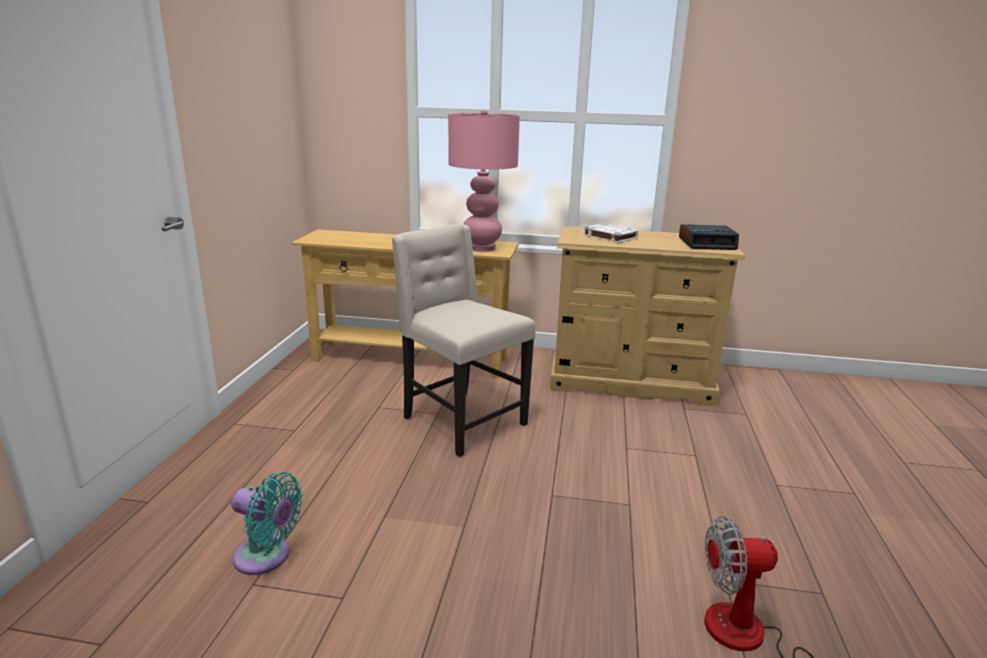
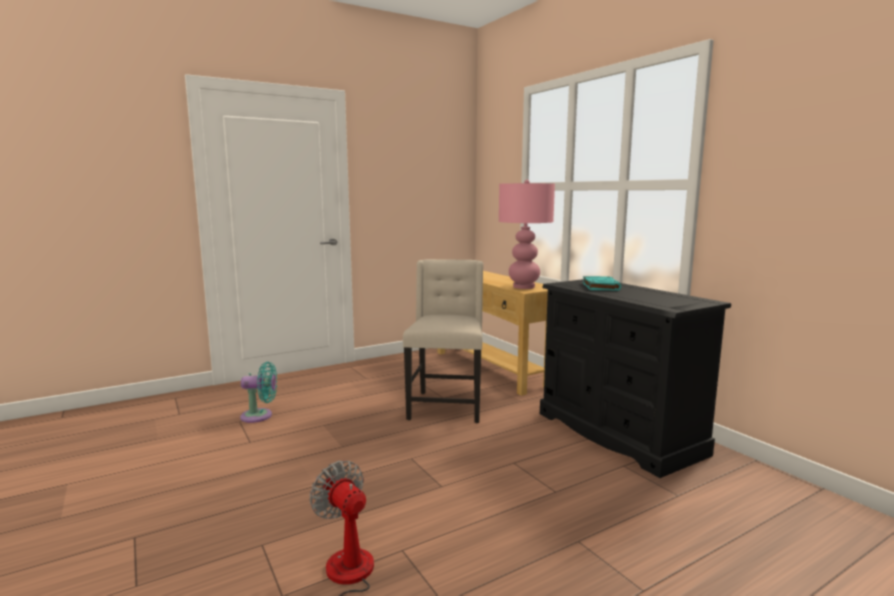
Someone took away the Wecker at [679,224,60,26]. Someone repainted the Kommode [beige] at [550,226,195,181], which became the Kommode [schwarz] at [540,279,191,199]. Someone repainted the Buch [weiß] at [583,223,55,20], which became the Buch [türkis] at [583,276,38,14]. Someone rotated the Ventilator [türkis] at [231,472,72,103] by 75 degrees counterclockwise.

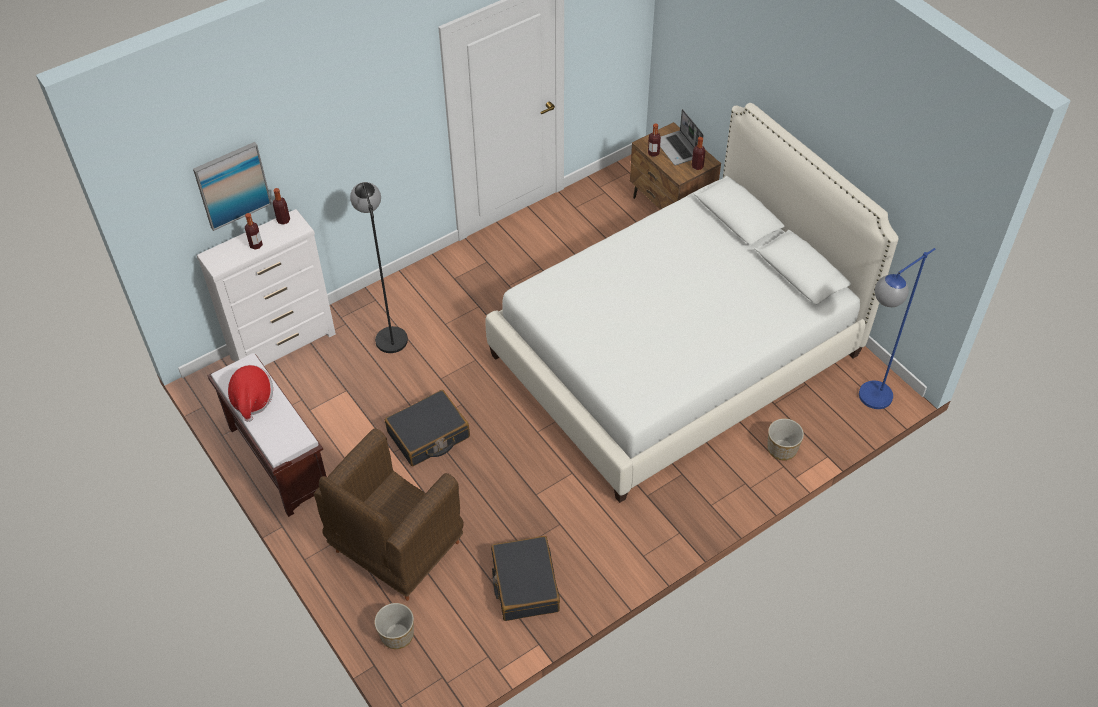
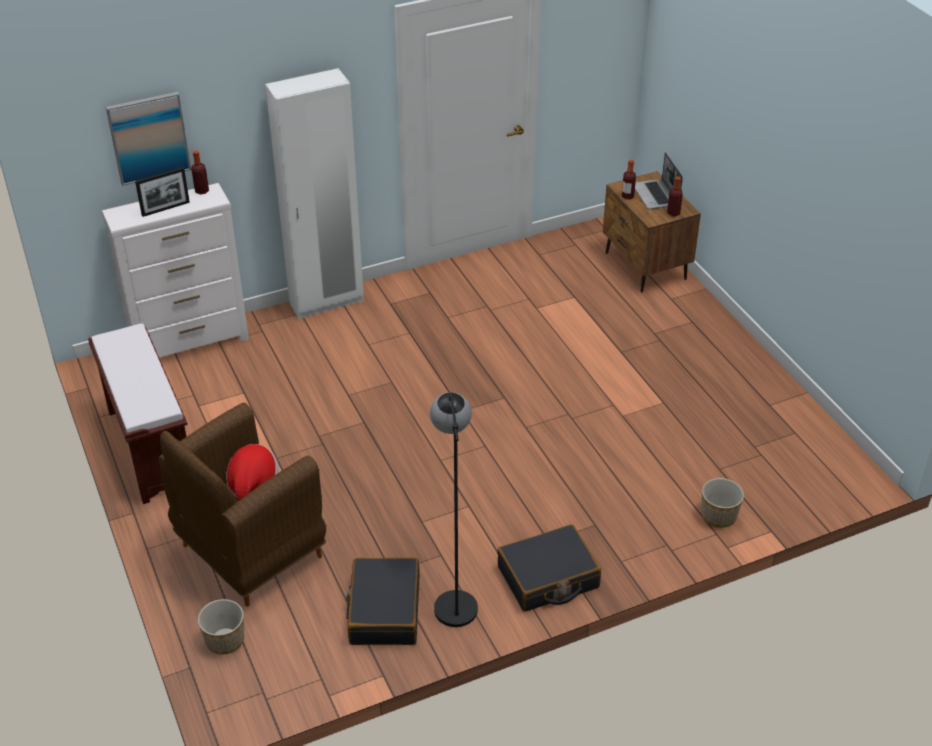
Someone took away the Bett [weiß] at [485,103,414,400]. Someone took away the Stehlampe [blau] at [859,248,76,161]. Someone put down the Kleiderschrank [weiß] at [265,68,99,251]. Someone carried the Hut from [228,365,45,57] to [226,444,53,57]. Someone carried the Stehlampe [schwarz] from [350,182,58,171] to [430,392,48,235]. Someone carried the Koffer [schwarz] from [385,390,85,76] to [497,524,104,88]. Someone swapped the Flasche at [245,213,18,37] for the Bilderrahmen at [135,167,55,50].

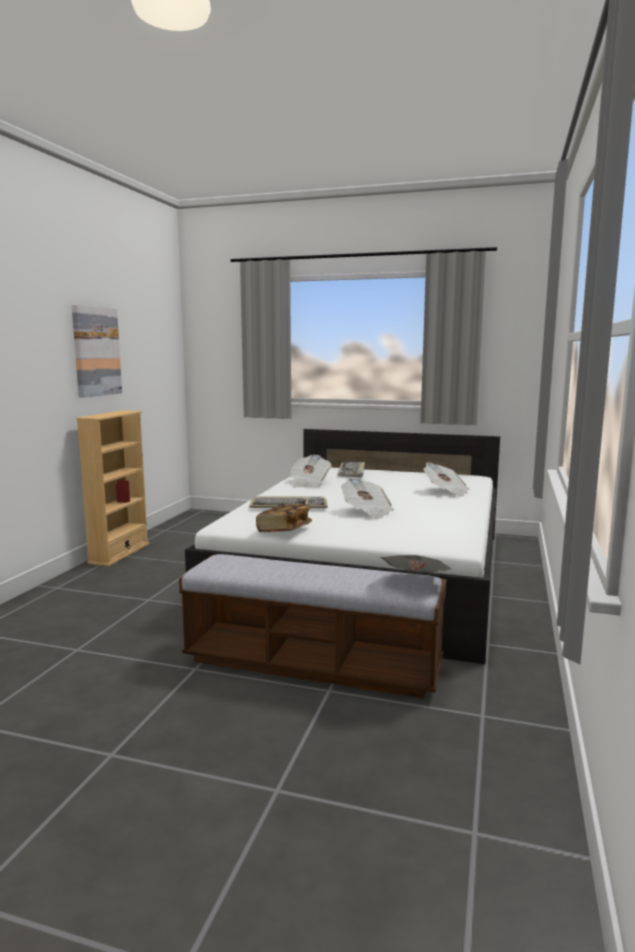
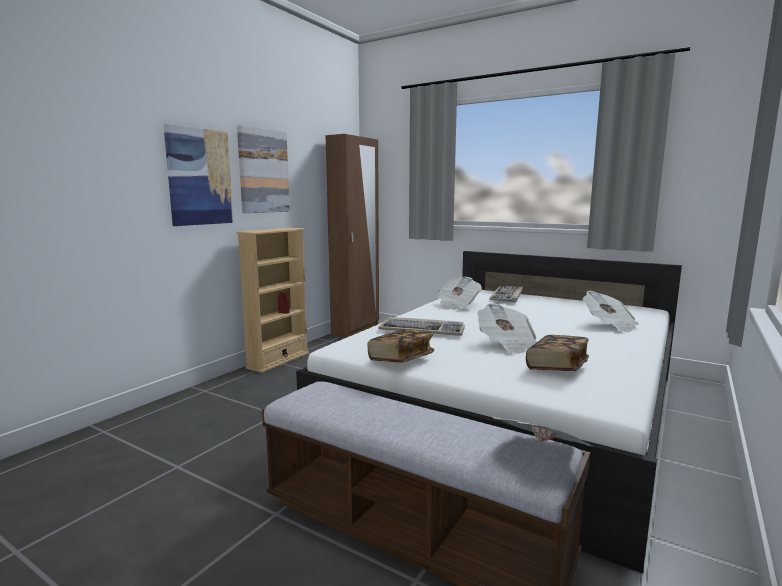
Someone put up the Bild at [163,124,71,102]. Someone put down the Kleiderschrank [braun] at [326,134,53,204]. Someone put down the Buch at [526,335,63,36].

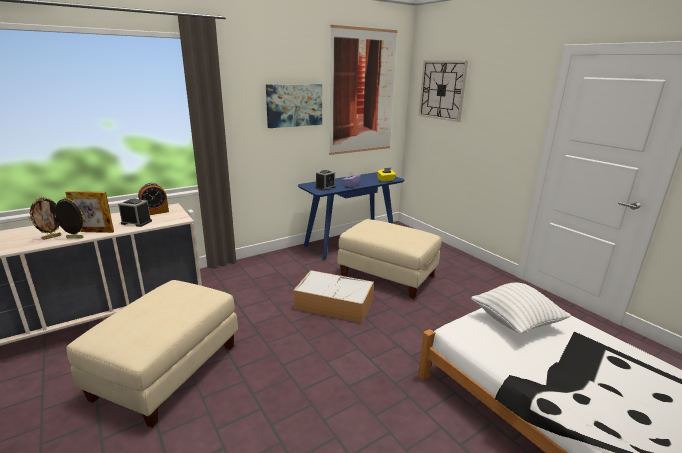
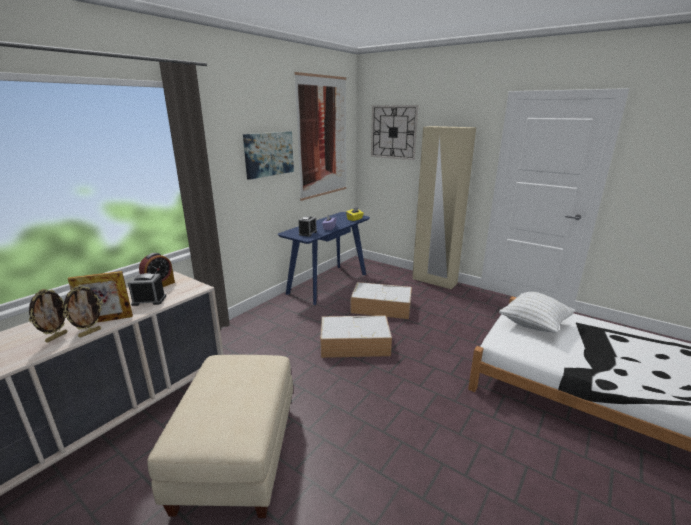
Someone put down the Kleiderschrank [beige] at [413,126,63,163]. Someone swapped the Polsterhocker [beige] at [337,219,105,80] for the Aufbewahrungsbox at [351,282,61,37]. Someone rotated the Bilderrahmen at [55,197,30,42] by 150 degrees clockwise.

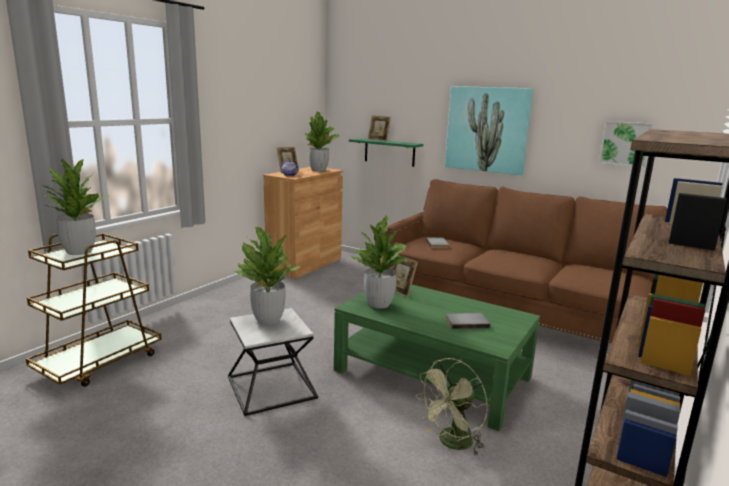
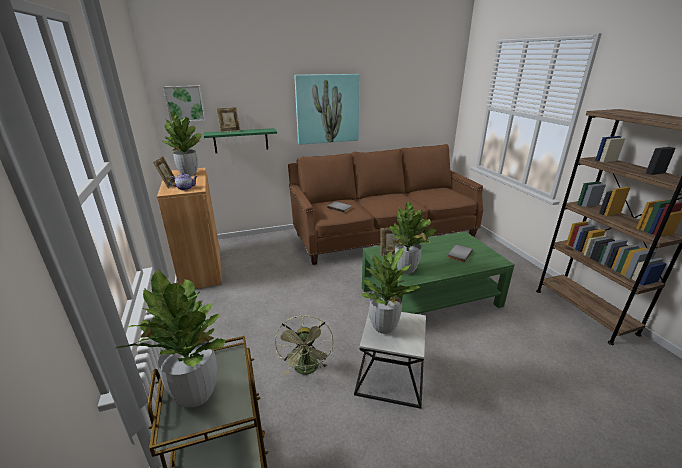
Someone carried the Ventilator [grün] from [416,358,72,98] to [275,315,59,60]. Someone carried the Bild from [599,121,54,47] to [163,86,43,36].

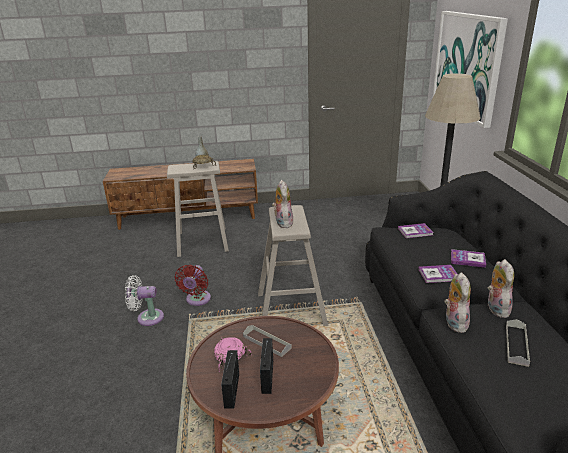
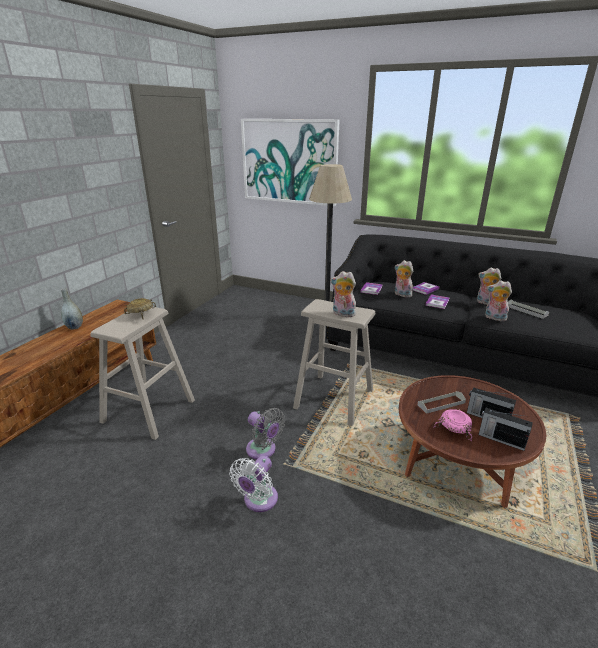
Someone put down the Plüschtier at [395,260,18,38]. Someone repainted the Ventilator [rot] at [175,265,36,41], which became the Ventilator [grau] at [246,408,39,51].

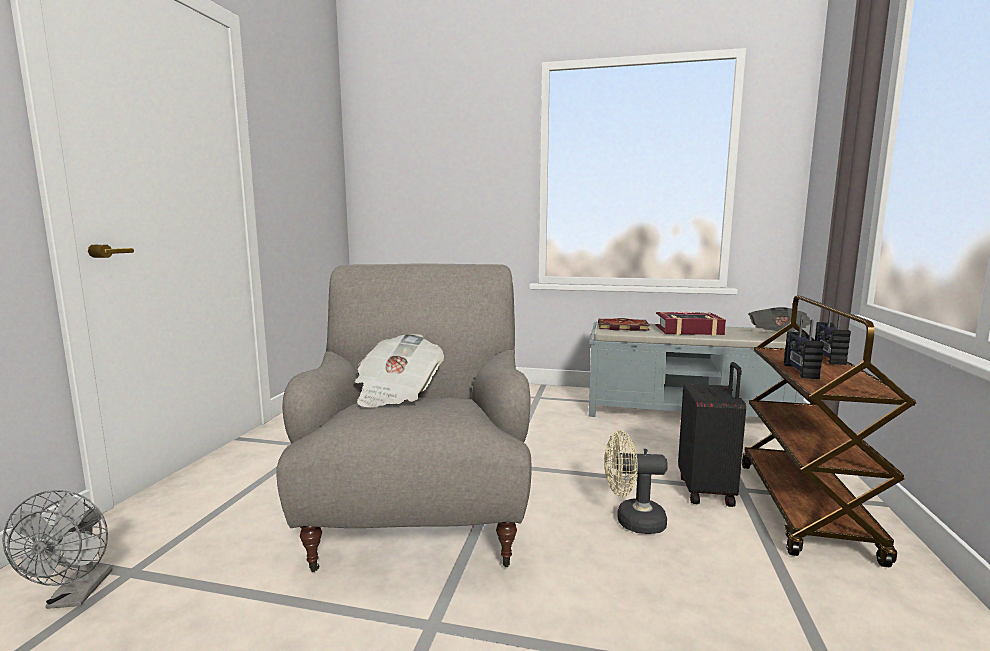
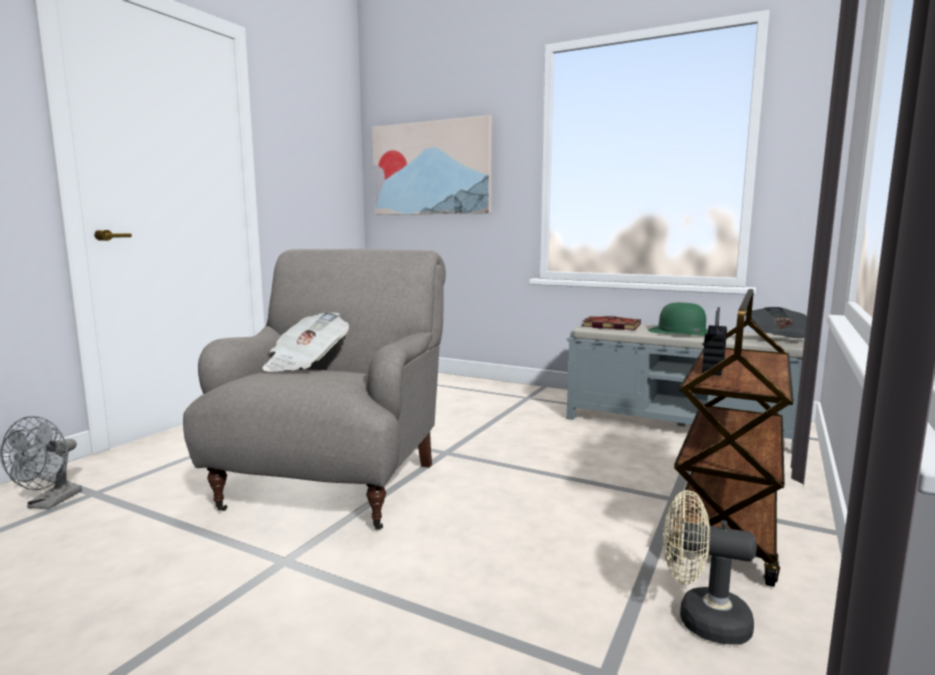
Someone took away the Koffer [schwarz] at [678,362,68,145]. Someone took away the Radio at [815,311,36,54]. Someone put up the Bild at [372,115,120,100]. Someone carried the Ventilator [beige] from [604,431,64,103] to [663,490,94,155]. Someone swapped the Buch at [655,311,71,25] for the Hut [grün] at [648,303,60,33].

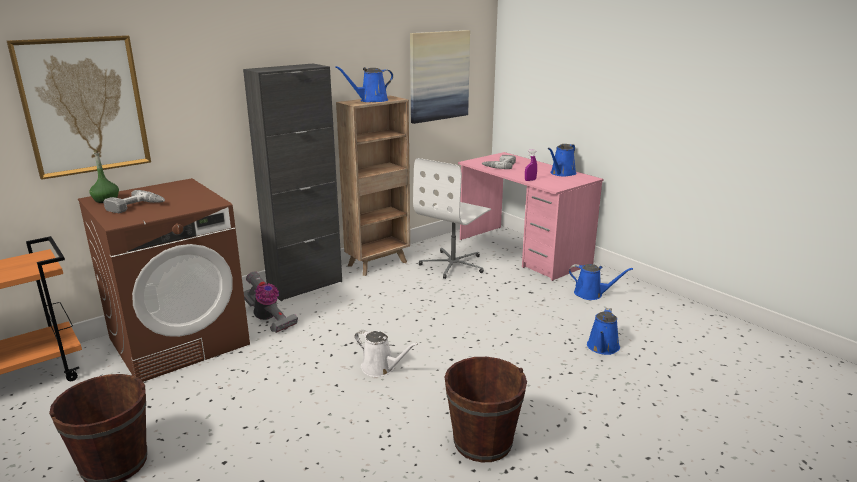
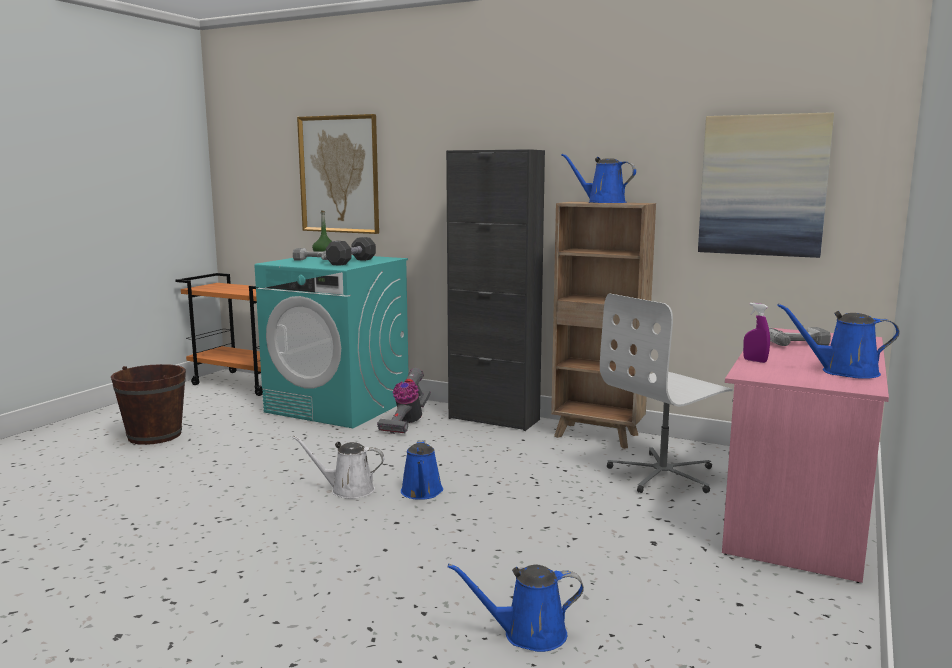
Someone took away the Eimer [braun] at [444,357,83,105]. Someone put down the Hantel [schwarz] at [326,237,50,29]. Someone carried the Gießkanne [blau] from [569,264,64,36] to [401,440,42,60]. Someone repainted the Waschmaschine [braun] at [78,178,172,204], which became the Waschmaschine [türkis] at [255,255,153,173]. Someone rotated the Gießkanne [weiß] at [355,330,63,47] by 90 degrees clockwise. Someone rotated the Bürostuhl [weiß] at [413,158,78,121] by 45 degrees counterclockwise.

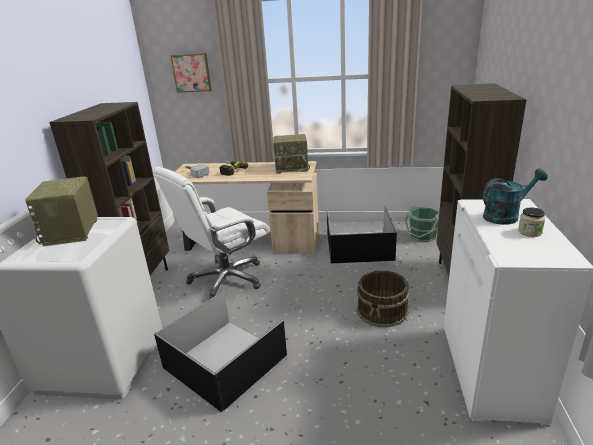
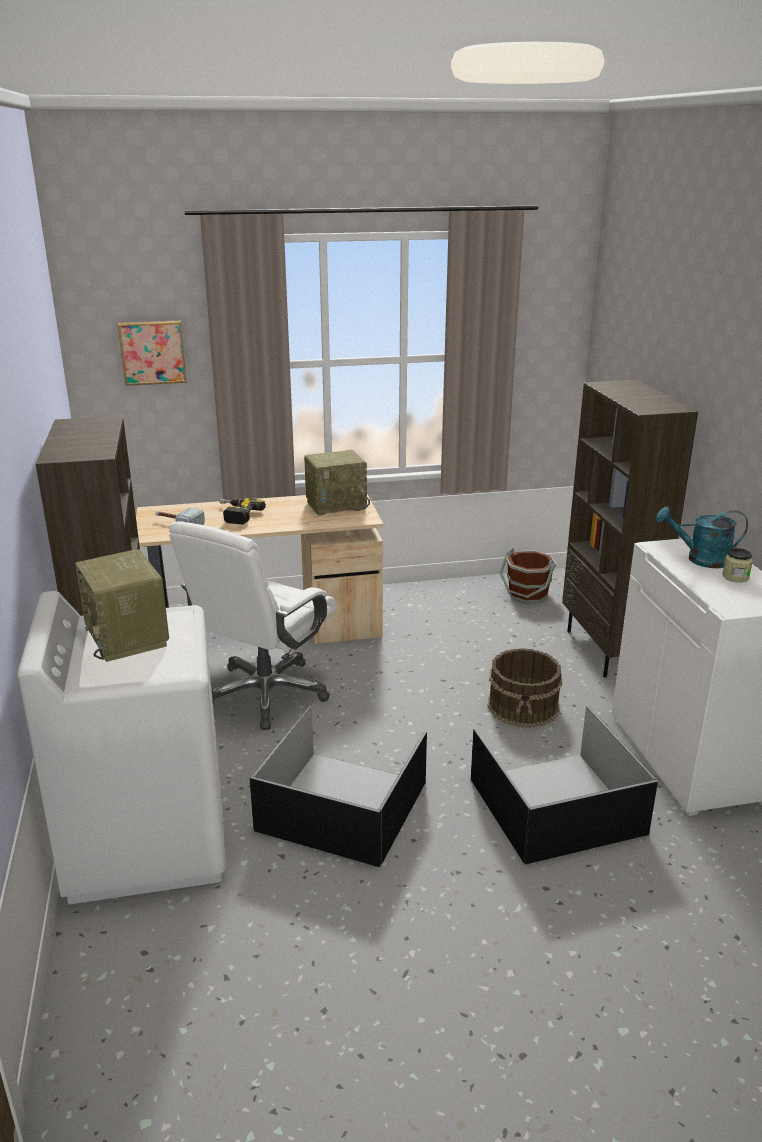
Someone carried the Aufbewahrungsbox [schwarz] from [327,206,70,58] to [471,706,187,159]. Someone repainted the Eimer [grün] at [405,204,34,38], which became the Eimer [braun] at [499,548,57,55]. Someone rotated the Gießkanne [türkis] at [483,169,65,56] by 135 degrees counterclockwise.

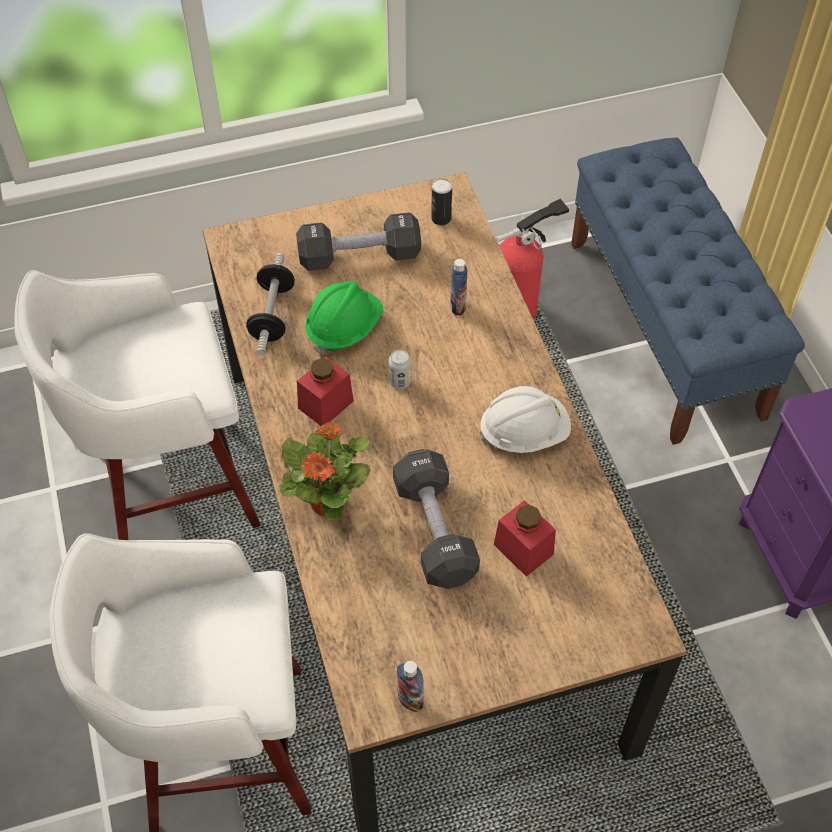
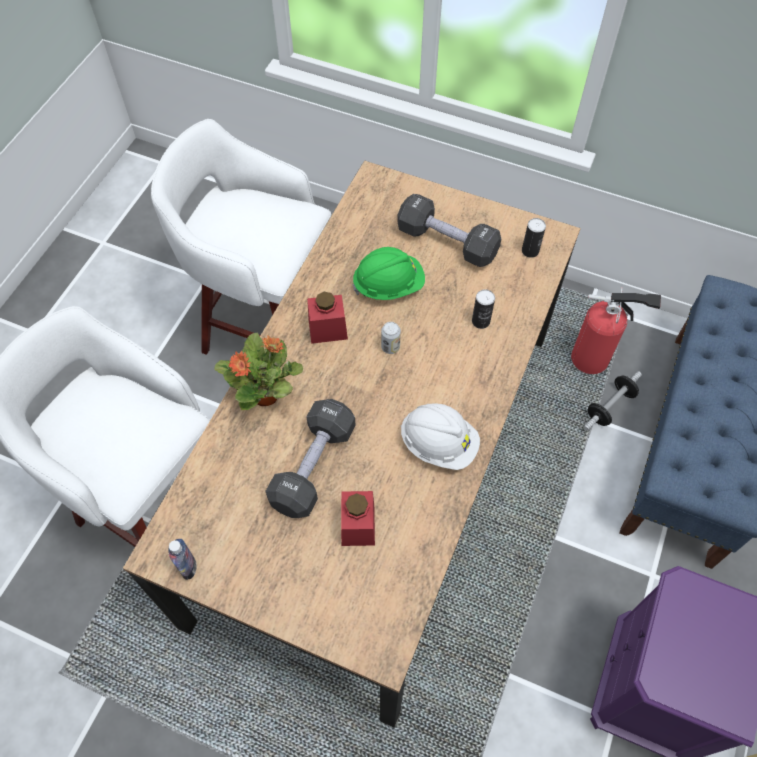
Someone carried the Hantel from [246,253,49,102] to [584,371,58,60]. Someone swapped the Flasche at [450,259,18,56] for the Dose at [472,289,23,40].

